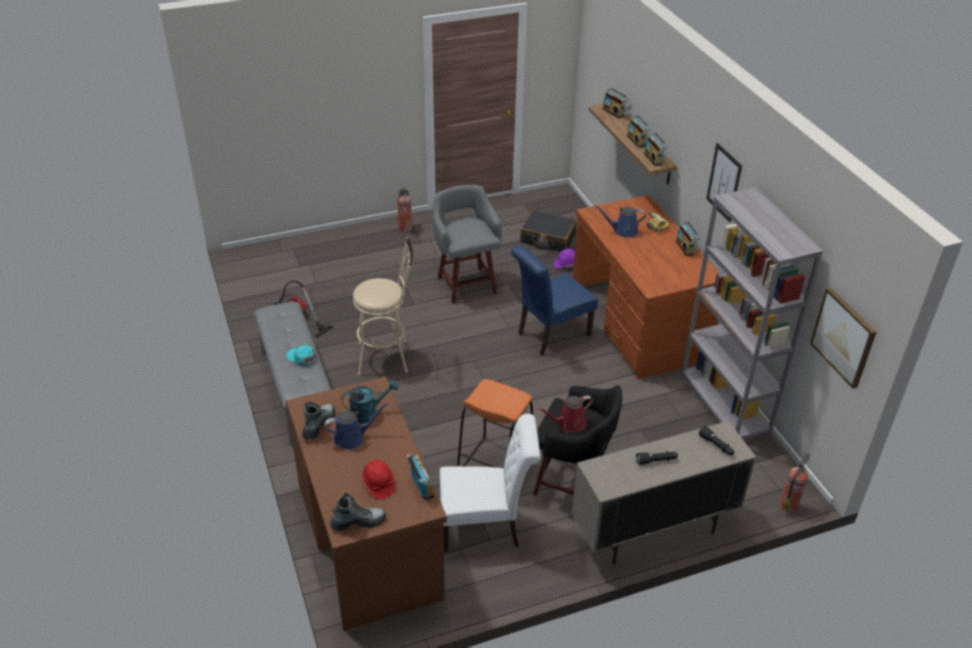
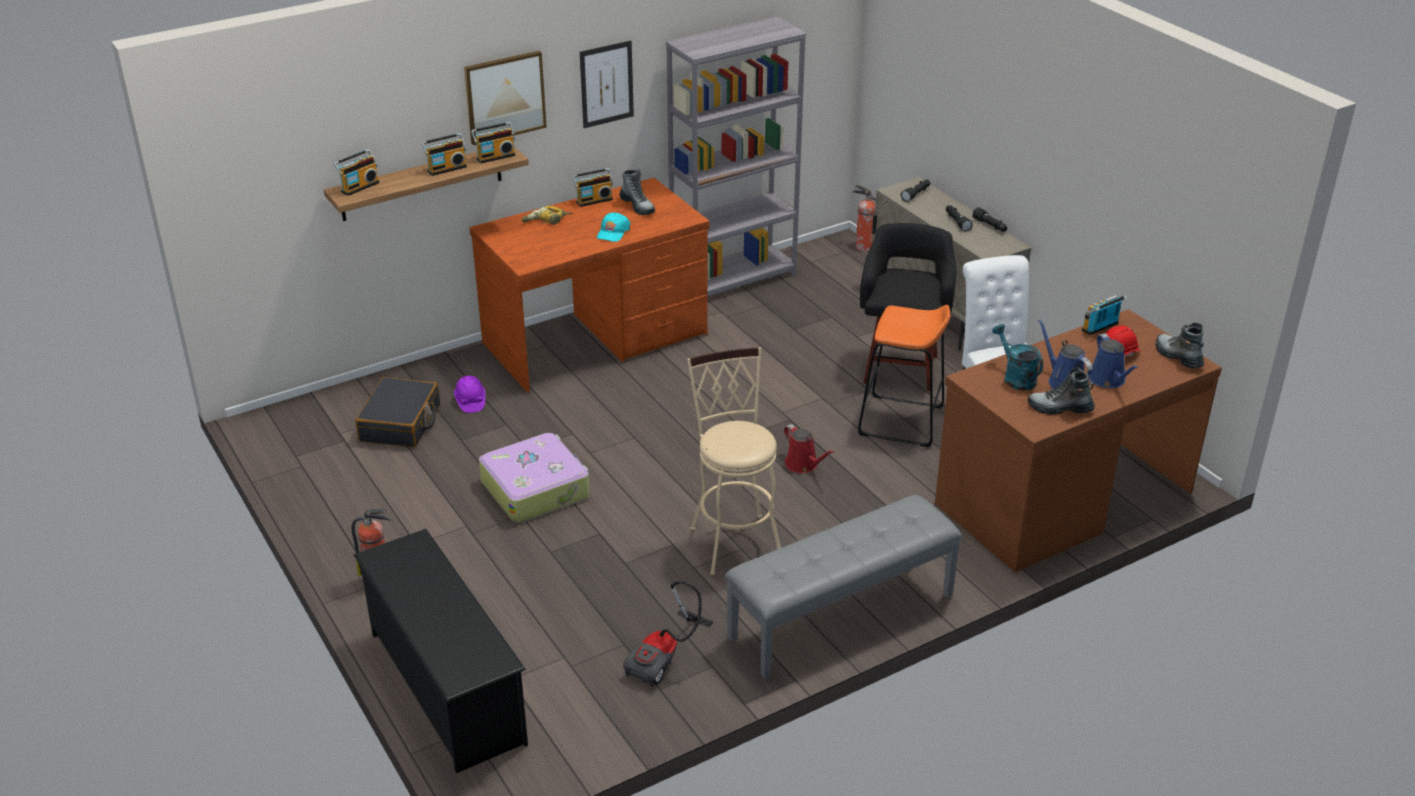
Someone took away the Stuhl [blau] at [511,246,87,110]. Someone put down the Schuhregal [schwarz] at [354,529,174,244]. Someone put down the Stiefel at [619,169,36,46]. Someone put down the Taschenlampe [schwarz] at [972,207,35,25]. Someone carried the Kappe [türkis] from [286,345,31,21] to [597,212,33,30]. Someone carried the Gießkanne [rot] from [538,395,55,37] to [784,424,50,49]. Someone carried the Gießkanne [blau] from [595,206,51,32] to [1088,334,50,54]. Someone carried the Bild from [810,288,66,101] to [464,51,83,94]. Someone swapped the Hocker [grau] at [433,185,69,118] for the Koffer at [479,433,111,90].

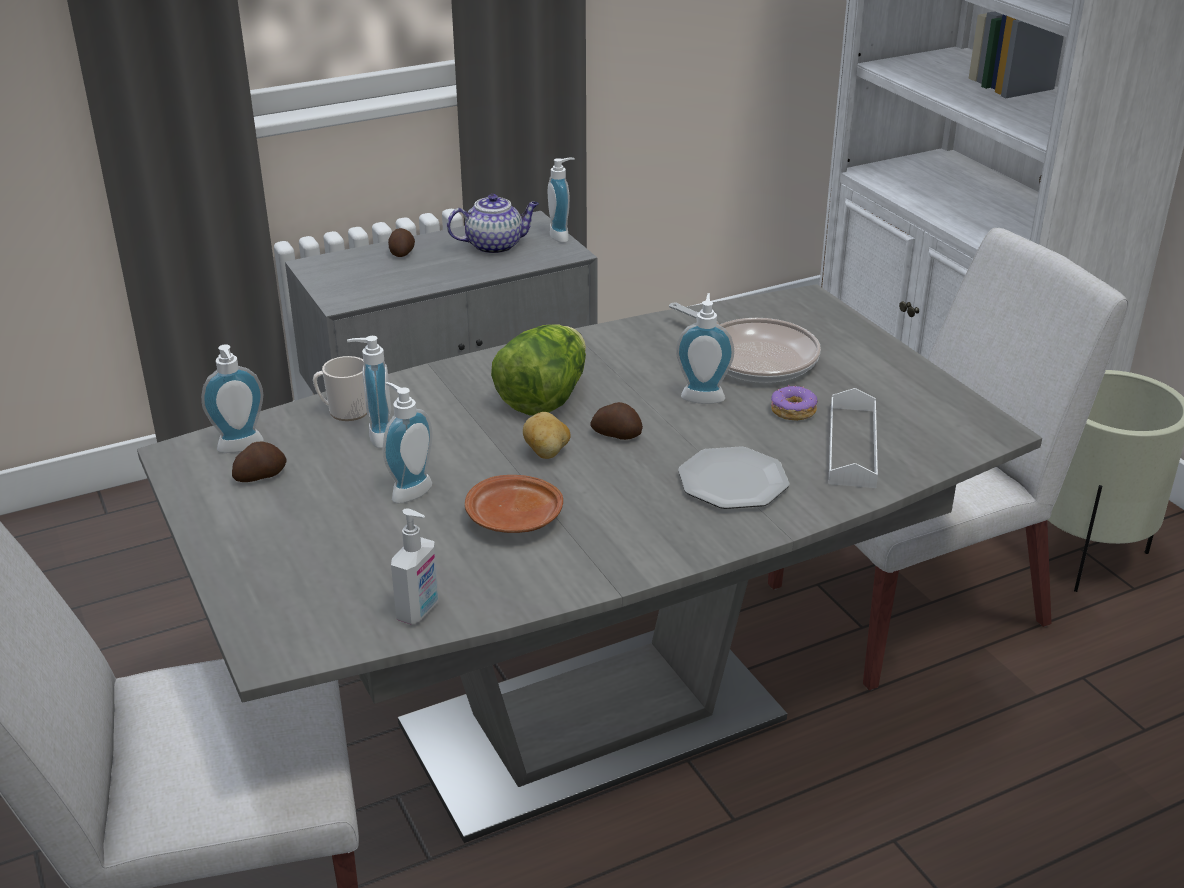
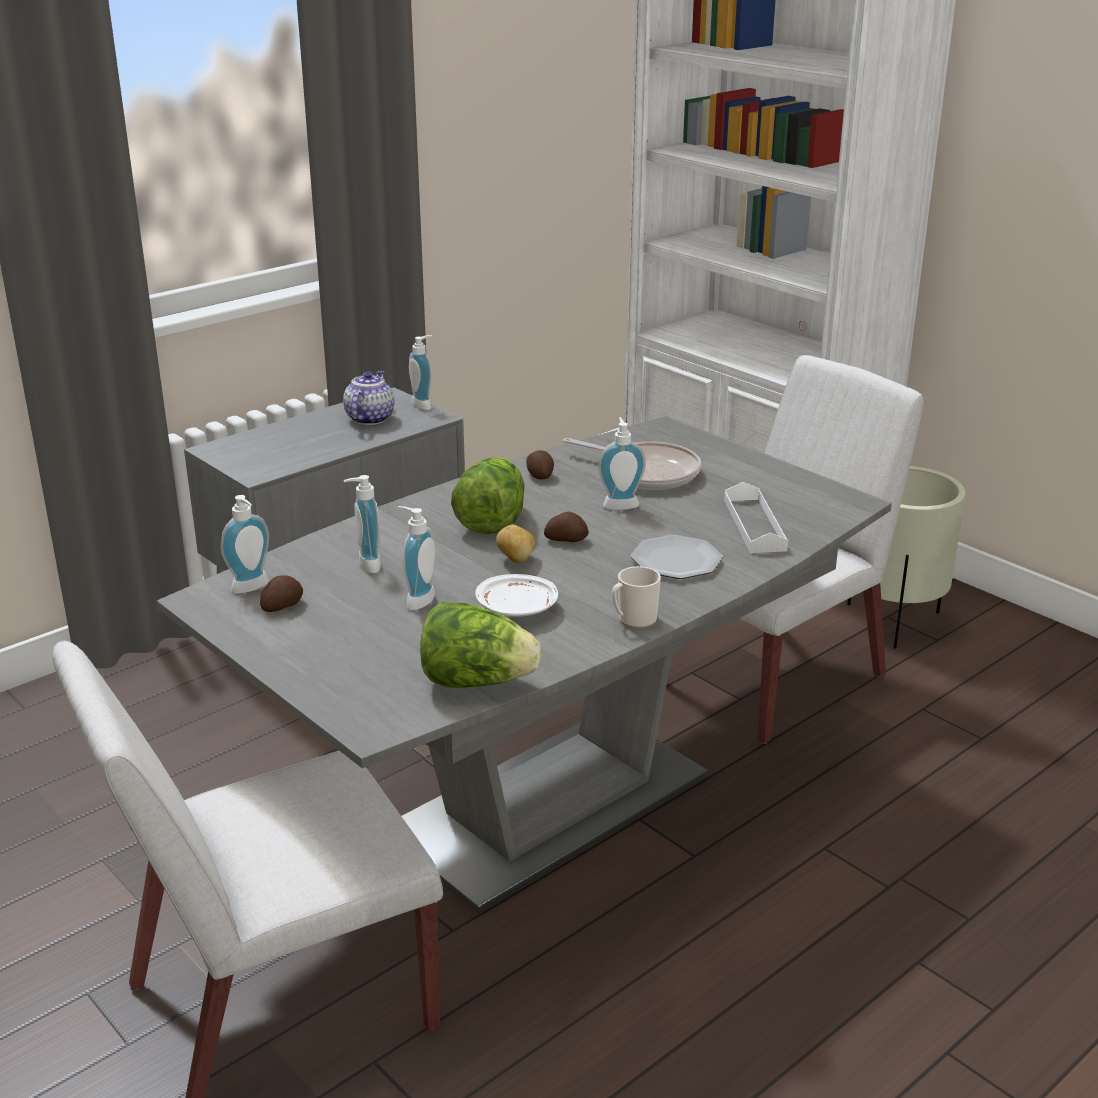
Someone took away the Donut at [771,384,47,37]. Someone carried the Henkelbecher from [313,356,54,65] to [612,566,49,63]. Someone carried the Kartoffel from [388,228,27,29] to [526,450,28,29]. Someone swapped the Seifenspender at [391,508,48,117] for the Salatkopf at [420,602,121,86]. Someone repainted the Teller [braun] at [465,475,98,58], which became the Teller [weiß] at [475,574,83,43]. Someone rotated the Teekanne at [447,194,92,60] by 45 degrees counterclockwise.

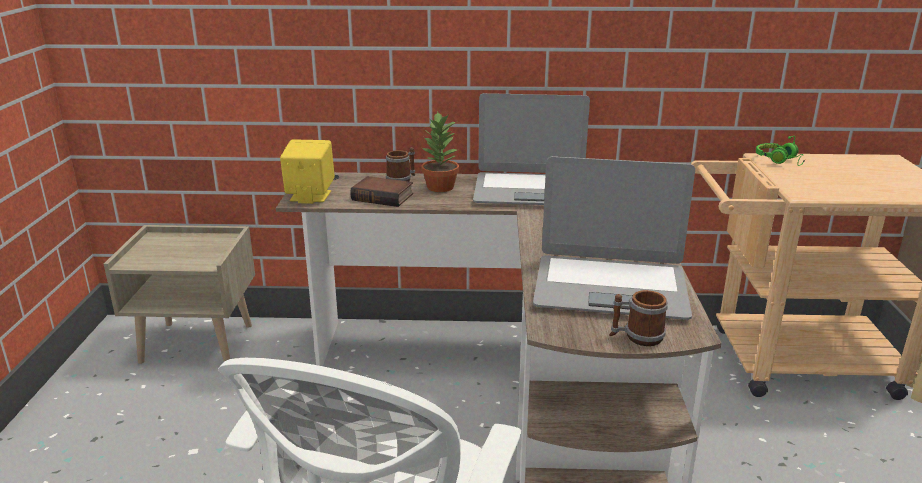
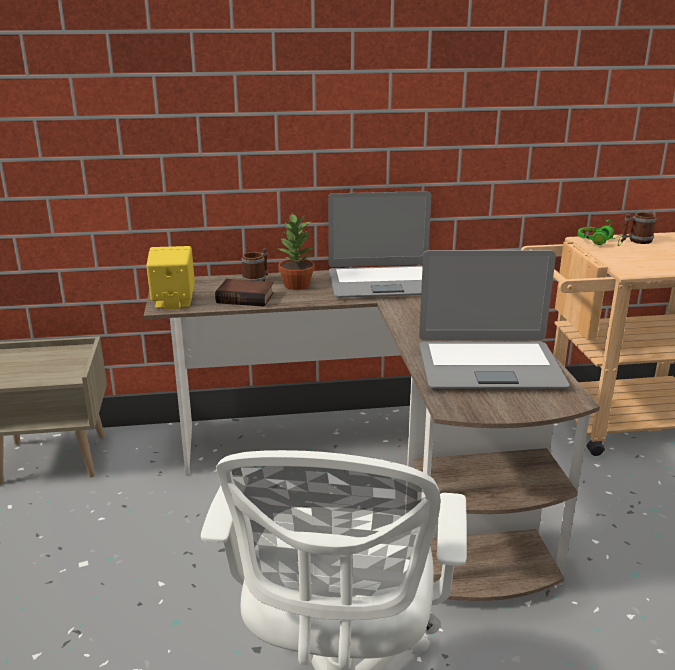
Someone carried the Henkelbecher from [609,290,59,56] to [621,212,35,32].

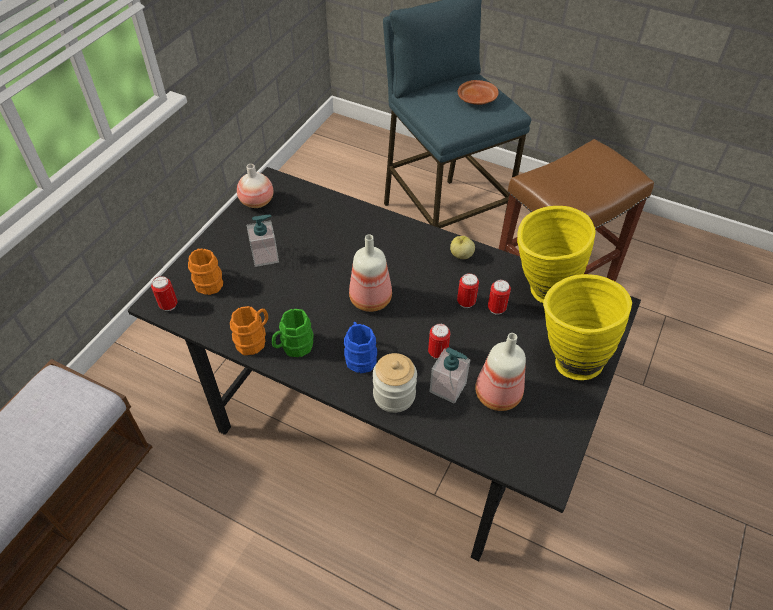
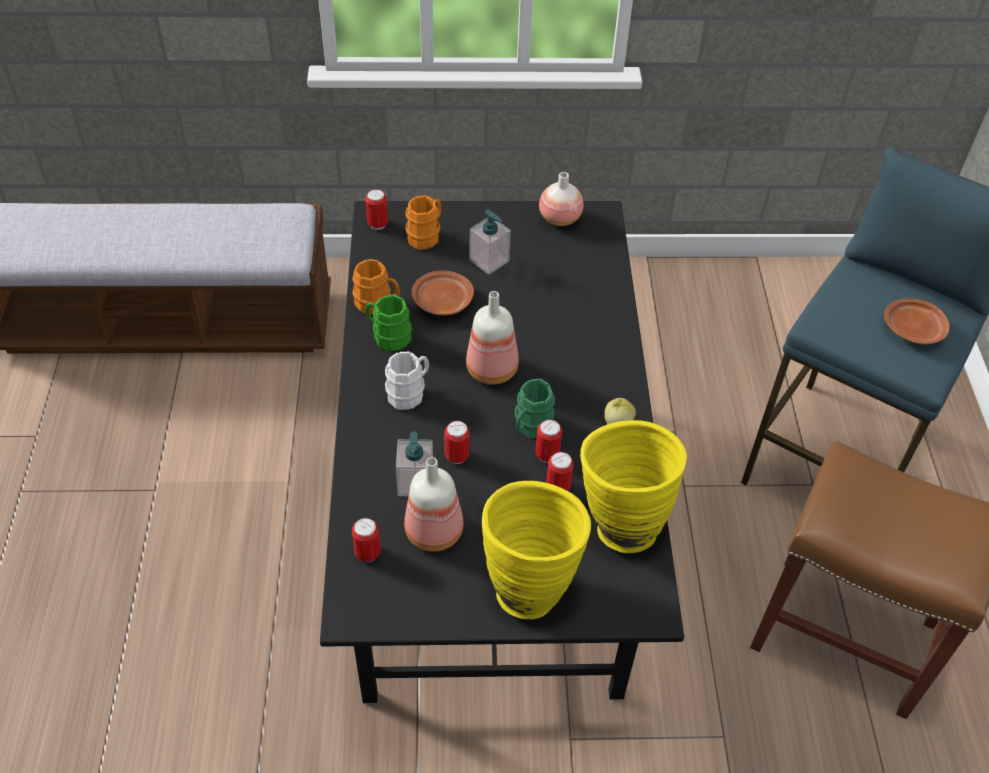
Someone took away the Vorratsglas at [373,353,44,60]. Someone put down the Dose at [352,518,29,44]. Someone put down the Teller [braun] at [412,271,62,45]. Someone put down the Henkelbecher [grün] at [515,378,40,60]. Someone repainted the Henkelbecher [blau] at [344,322,33,51], which became the Henkelbecher [weiß] at [385,352,44,58].

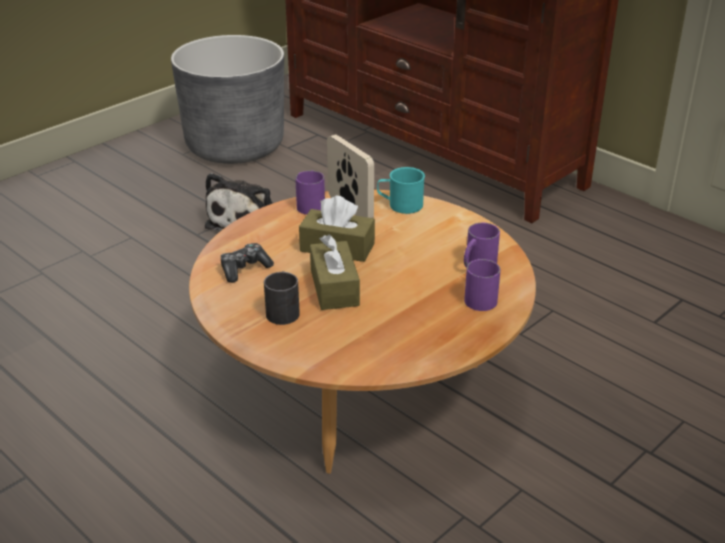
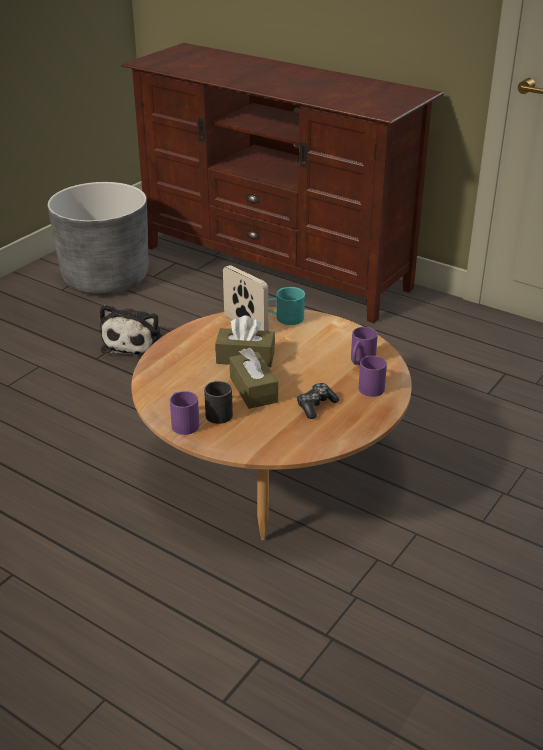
Someone carried the Gamepad from [221,243,53,40] to [297,383,43,36]. Someone carried the Henkelbecher [lila] from [295,170,30,45] to [170,391,29,44].

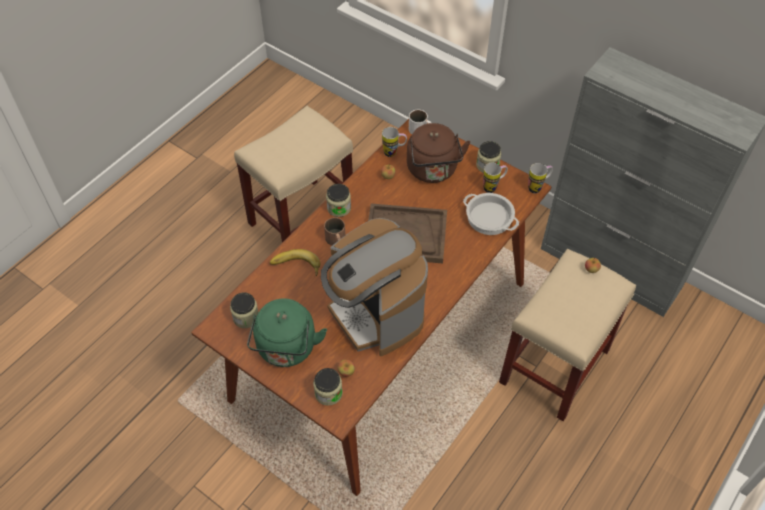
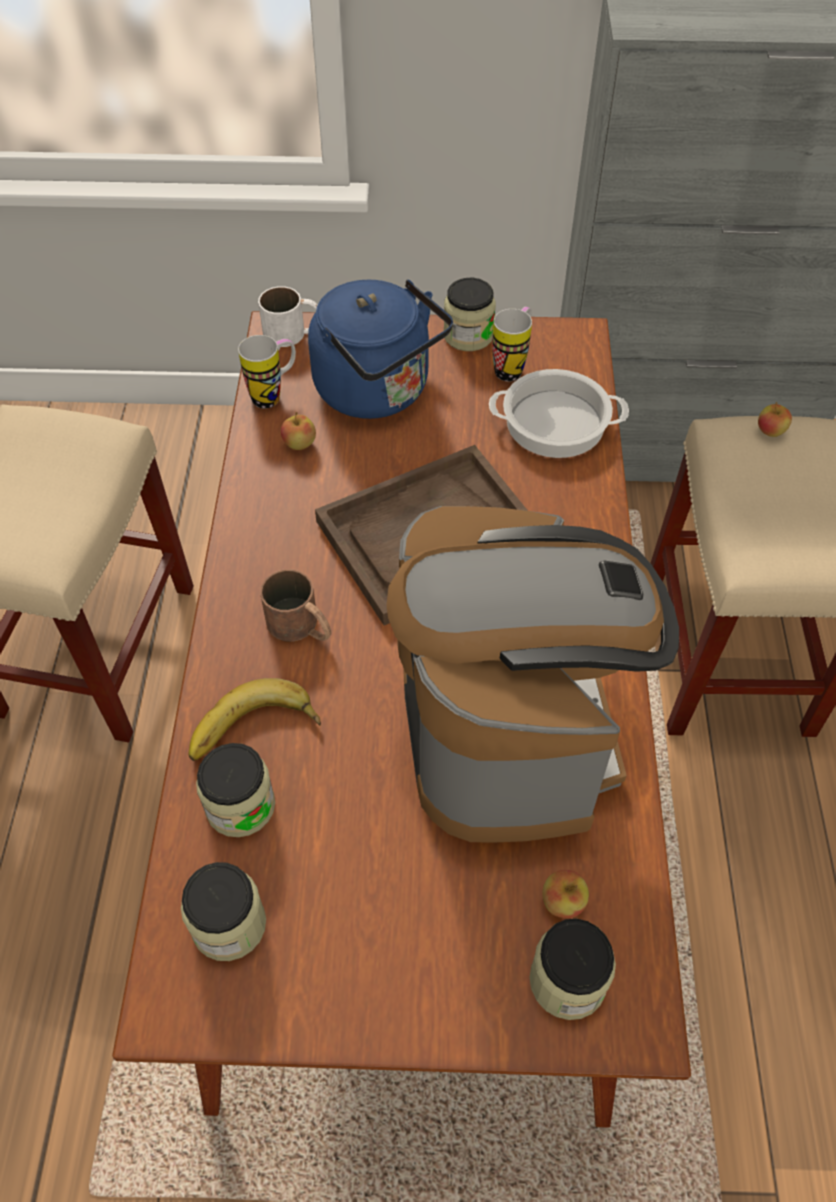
Someone took away the Wasserkessel [grün] at [247,298,80,69]. Someone took away the Henkelbecher at [528,163,25,31]. Someone carried the Vorratsglas from [326,184,25,33] to [196,743,79,94]. Someone repainted the Wasserkessel [braun] at [407,123,63,60], which became the Wasserkessel [blau] at [308,279,145,140]. Someone rotated the Kaffeemaschine at [321,218,107,138] by 120 degrees counterclockwise.

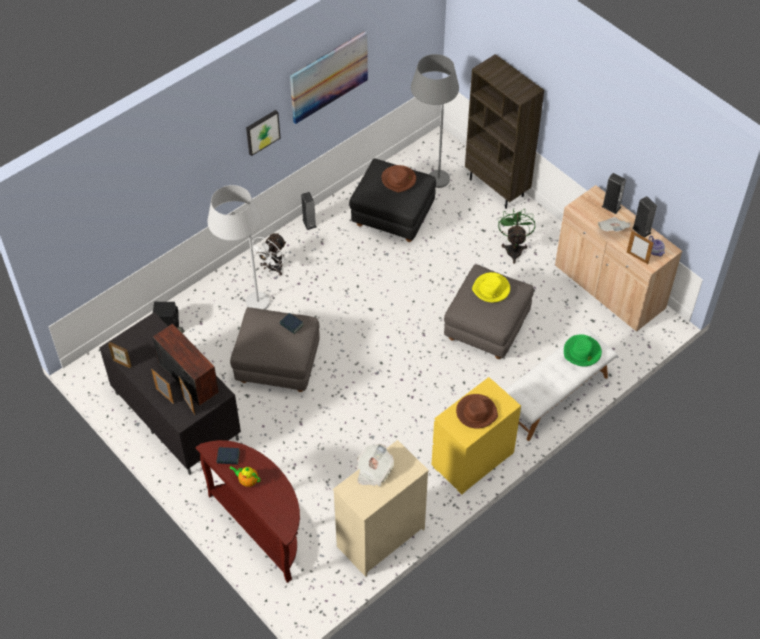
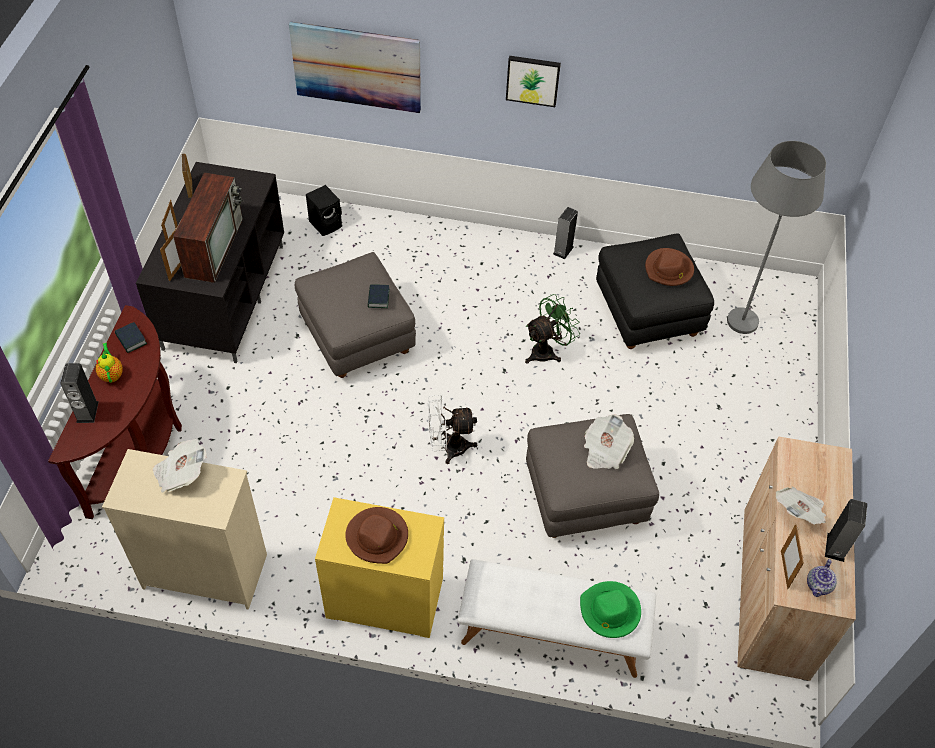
Someone took away the Stehlampe [weiß] at [208,185,62,125]. Someone took away the Bücherregal [braun] at [465,54,79,155]. Someone carried the Ventilator [weiß] from [248,233,38,43] to [428,394,50,70]. Someone carried the Bild from [290,31,78,93] to [289,22,132,91]. Someone carried the Ventilator [grün] from [498,209,37,55] to [525,294,55,70]. Someone carried the Lautsprecher from [602,173,24,41] to [60,363,39,60]. Someone swapped the Hut [gelb] at [472,272,38,31] for the Zeitung at [584,414,50,55].

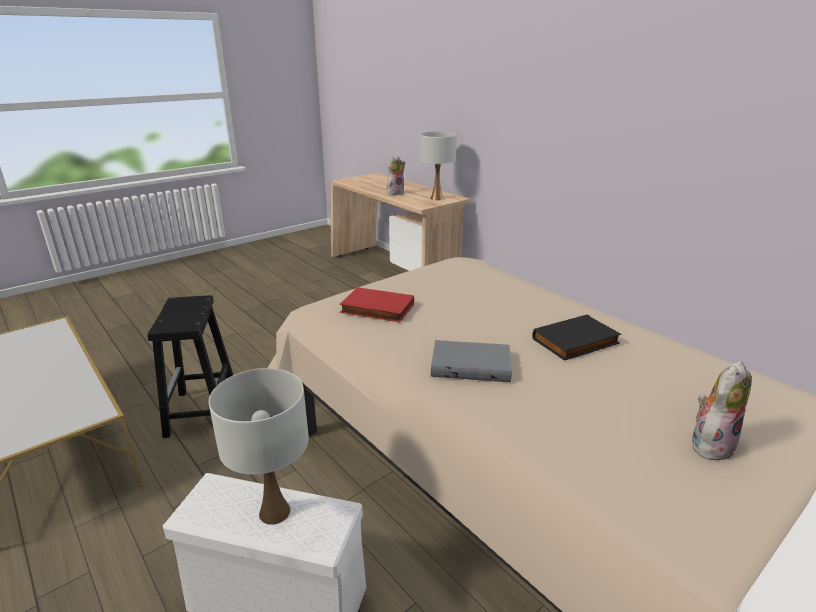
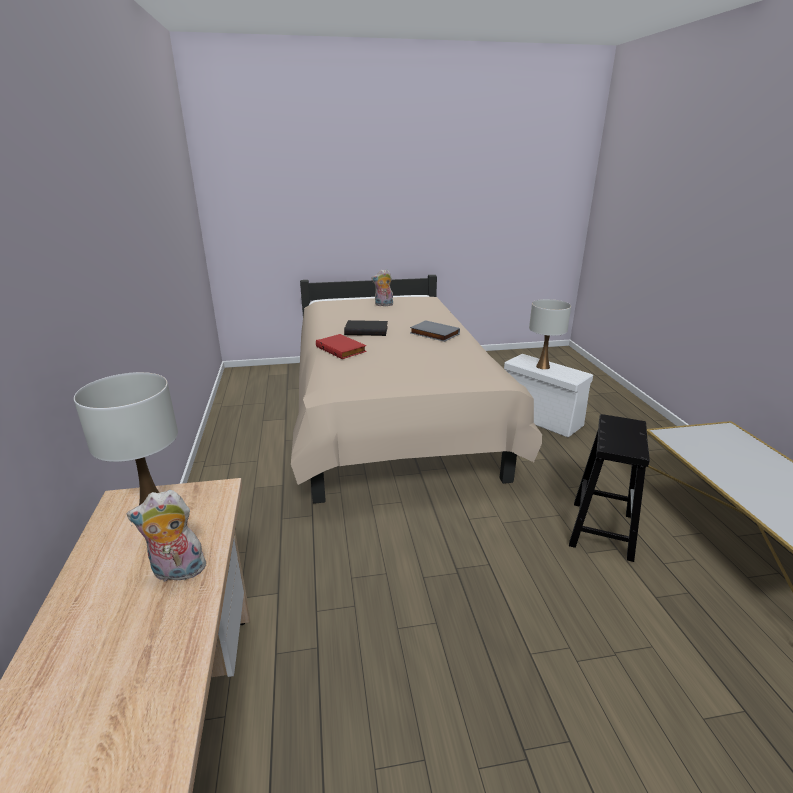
Someone carried the Buch [rot] from [339,287,75,35] to [316,334,51,25].

